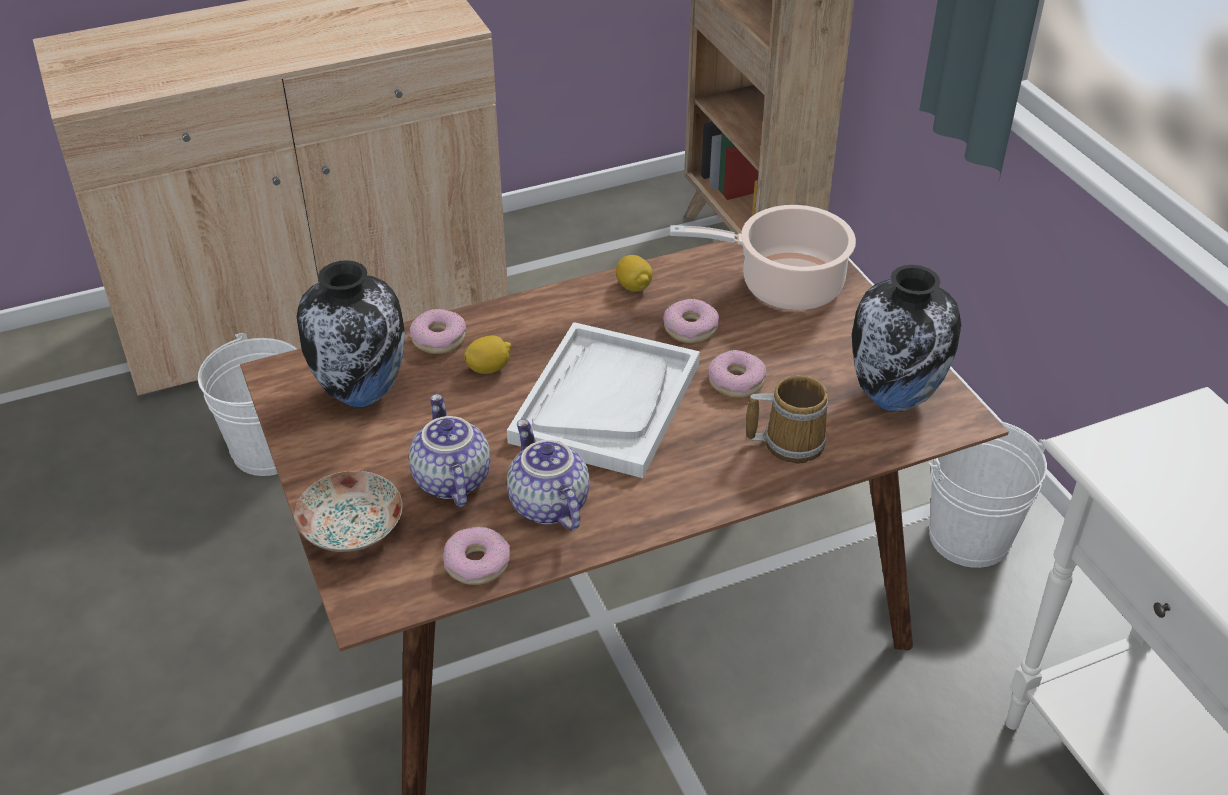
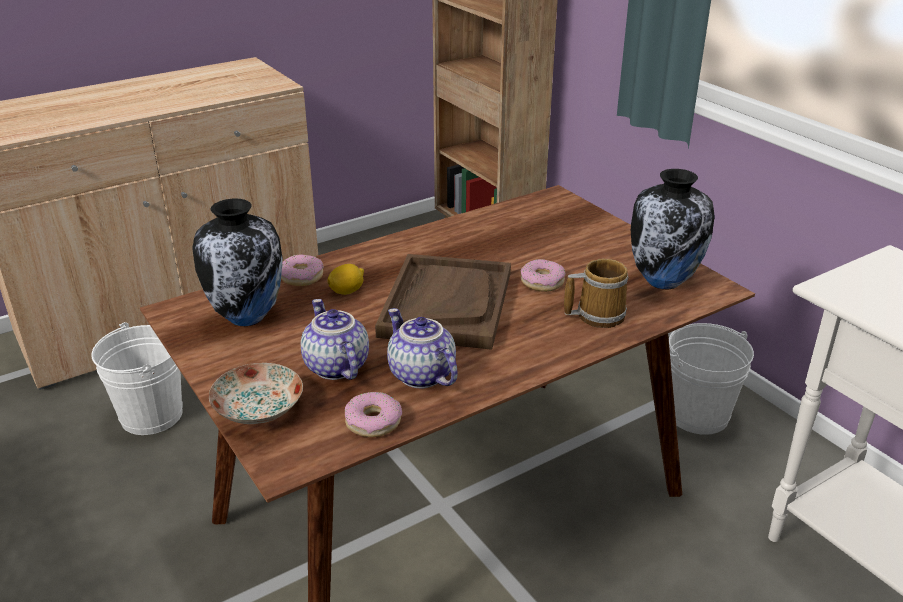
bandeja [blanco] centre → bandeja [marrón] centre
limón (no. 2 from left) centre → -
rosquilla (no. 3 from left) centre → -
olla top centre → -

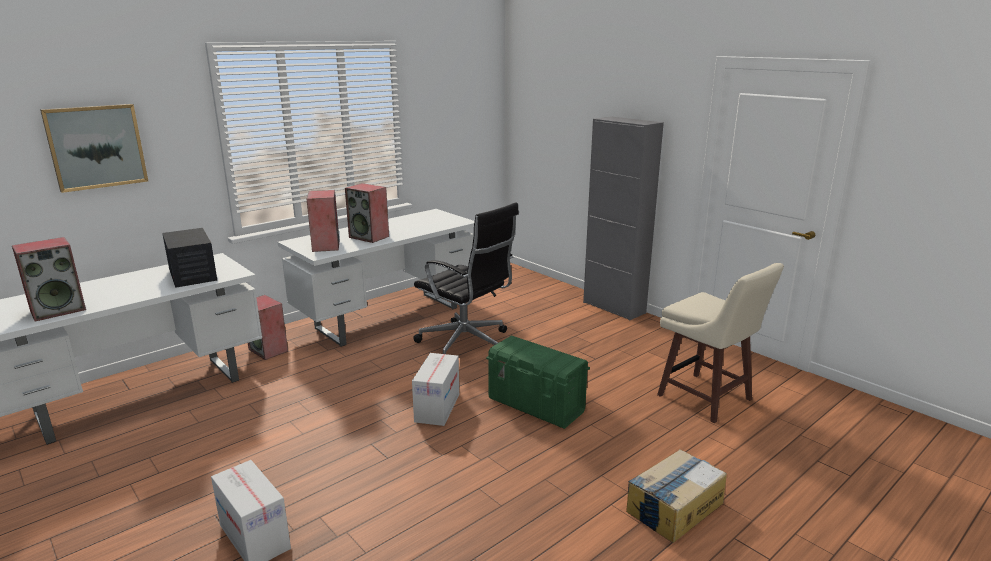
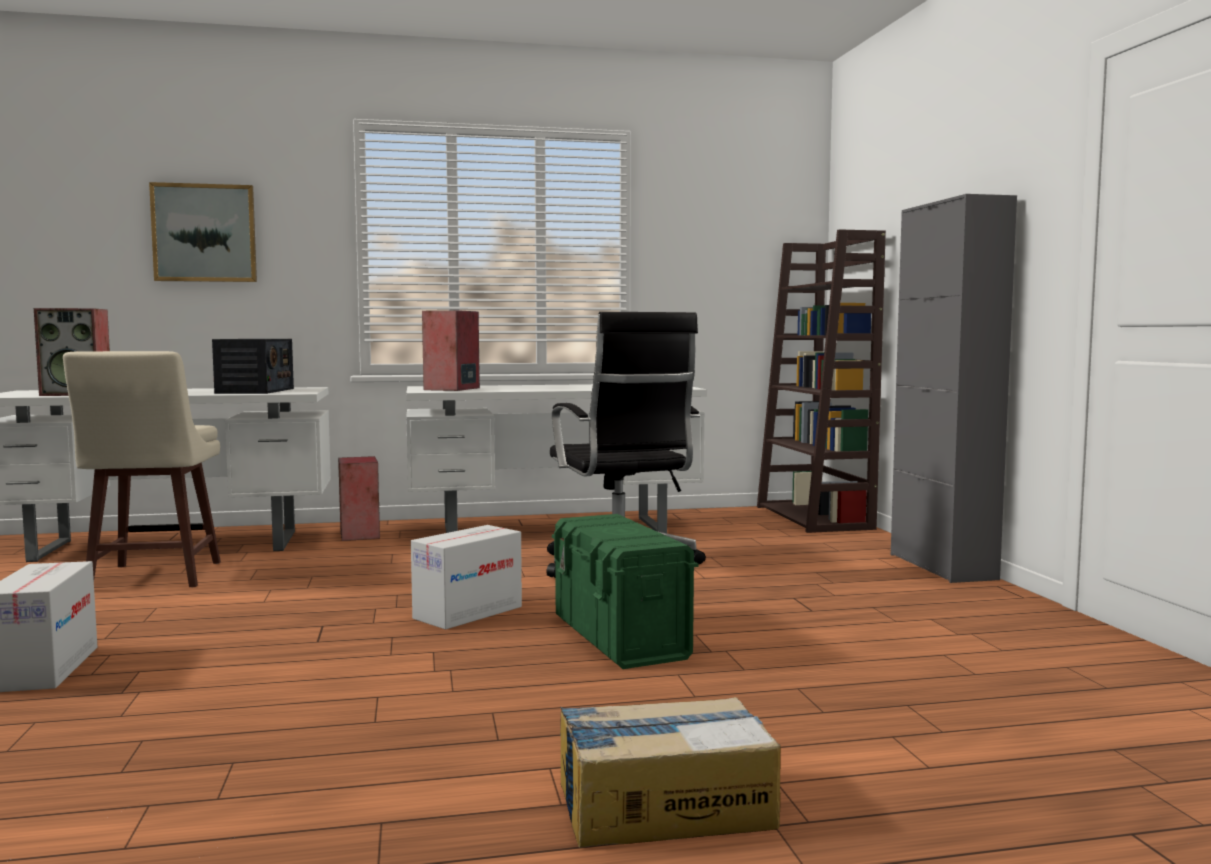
altavoz (no. 4 from left) centre → -
taburete [beis] middle right → taburete [beis] middle left, relocated
- → estantería [marrón] middle right

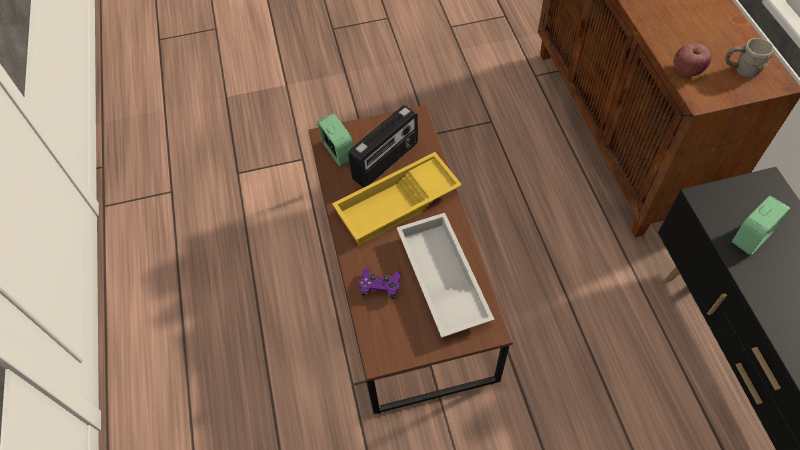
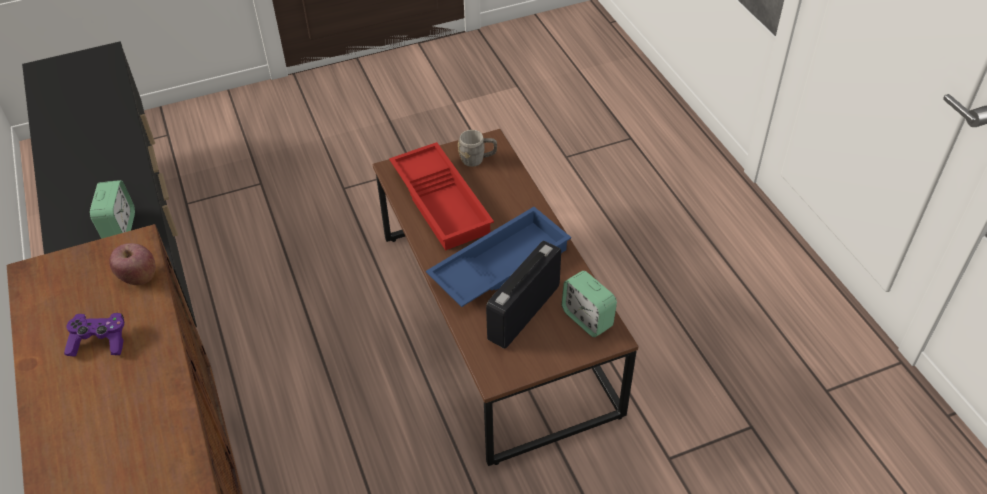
bandeja [amarillo] centre → bandeja [azul] centre
mando de consola [morado] centre → mando de consola [morado] bottom left, relocated
bandeja [blanco] centre → bandeja [rojo] centre
taza grande [gris] top right → taza grande [gris] top centre, relocated
despertador (no. 2 from left in the first image) middle right → despertador (no. 1 from left) middle left, 135 degrees clockwise

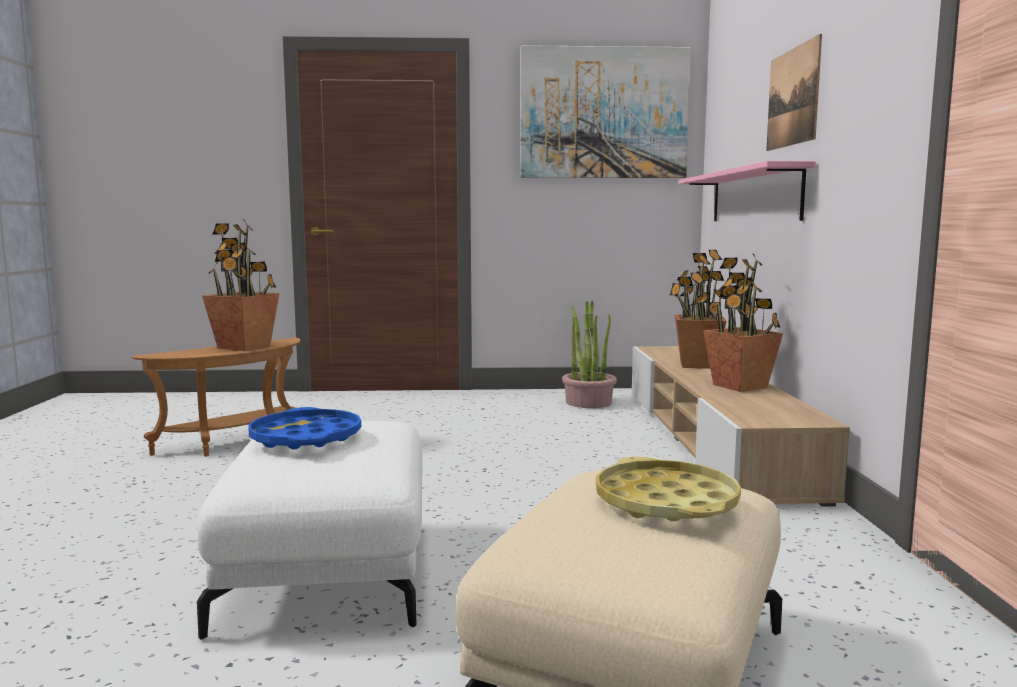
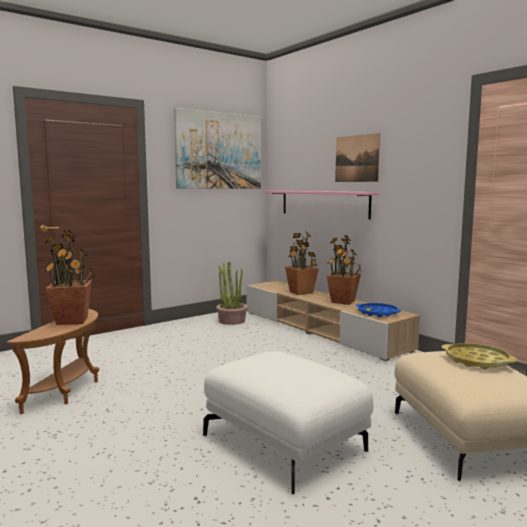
bandeja [azul] middle left → bandeja [azul] middle right, relocated

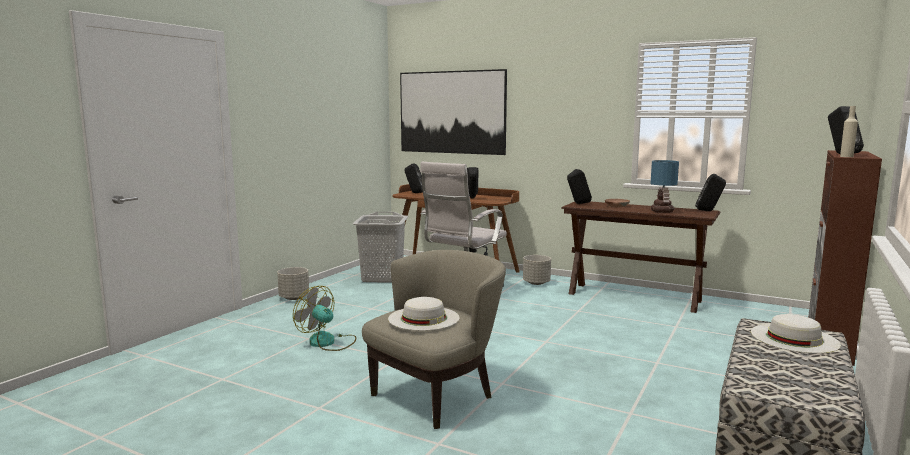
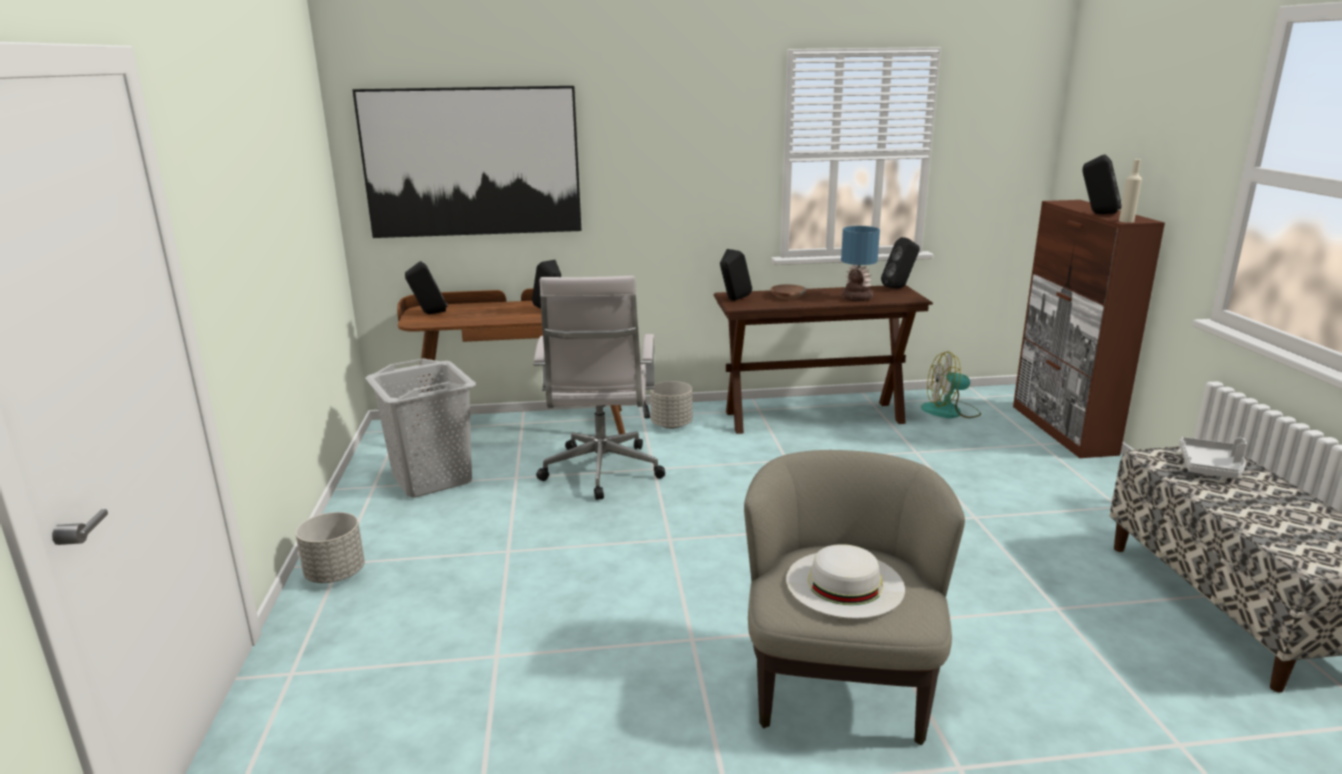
ventilador bottom centre → ventilador middle right, relocated
sombrero [blanco] (no. 2 from left) bottom right → bandeja [gris] middle right

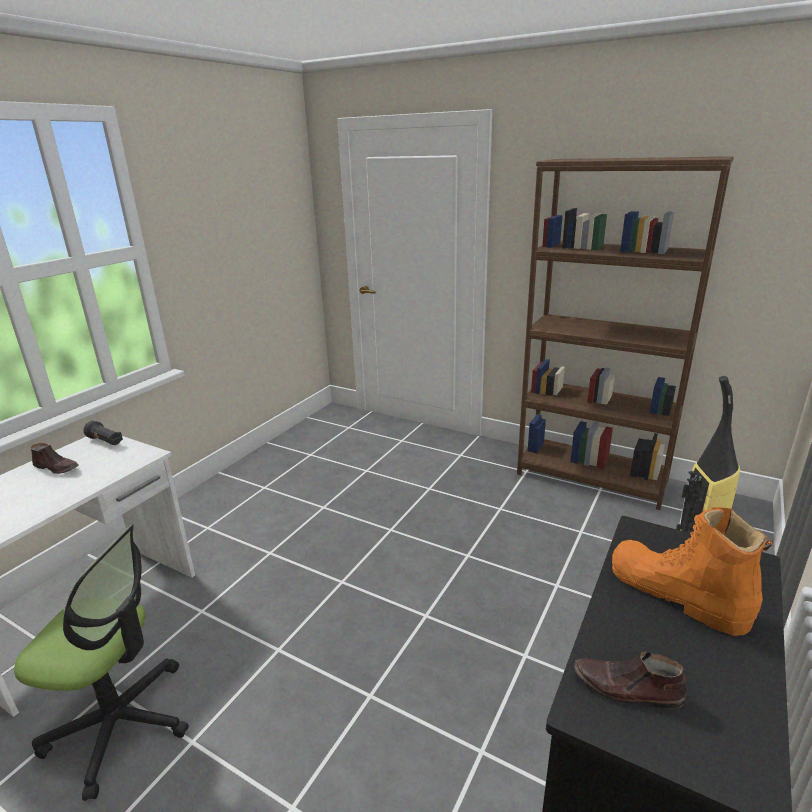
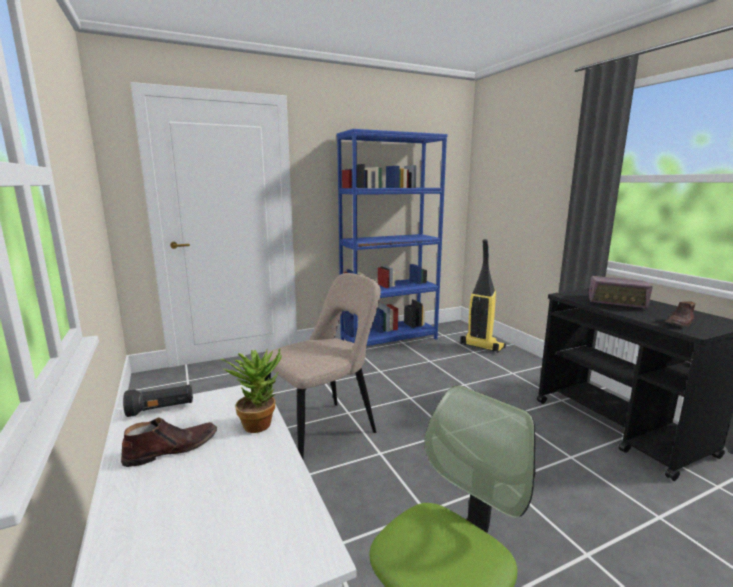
estantería [marrón] middle right → estantería [azul] centre
bota [naranja] bottom right → radio middle right
- → planta en maceta centre
- → silla [beis] centre

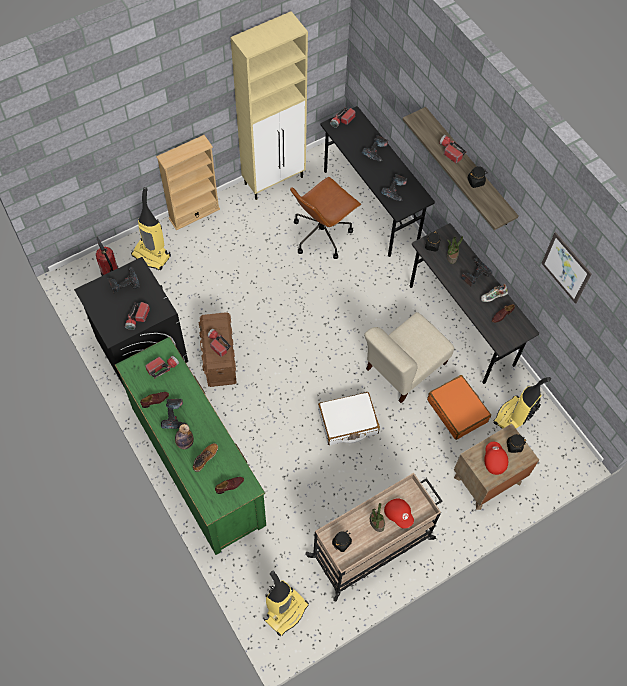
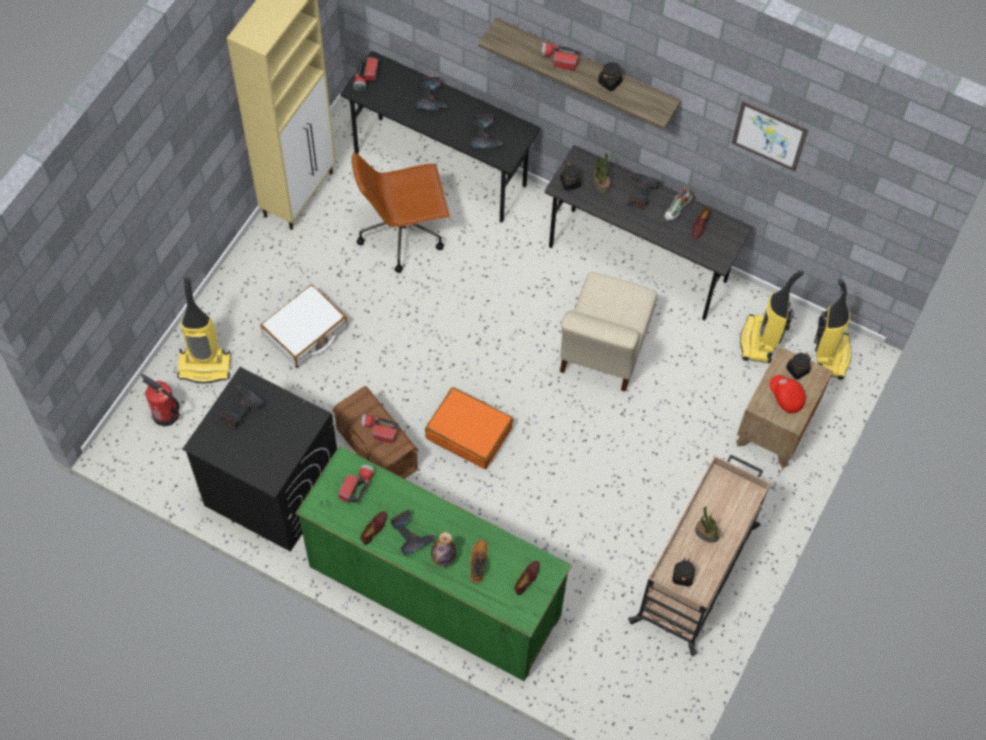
linterna (no. 1 from left) middle left → -
estantería [beis] top left → -
aspiradora (no. 2 from left in the first image) bottom centre → aspiradora (no. 3 from left) middle right, relocated
silla de oficina [marrón] top centre, 60 degrees clockwise
maleta [blanco] centre → maleta [blanco] middle left, relocated
gorra [rojo] (no. 1 from left) bottom centre → -
maleta [naranja] middle right → maleta [naranja] centre, relocated

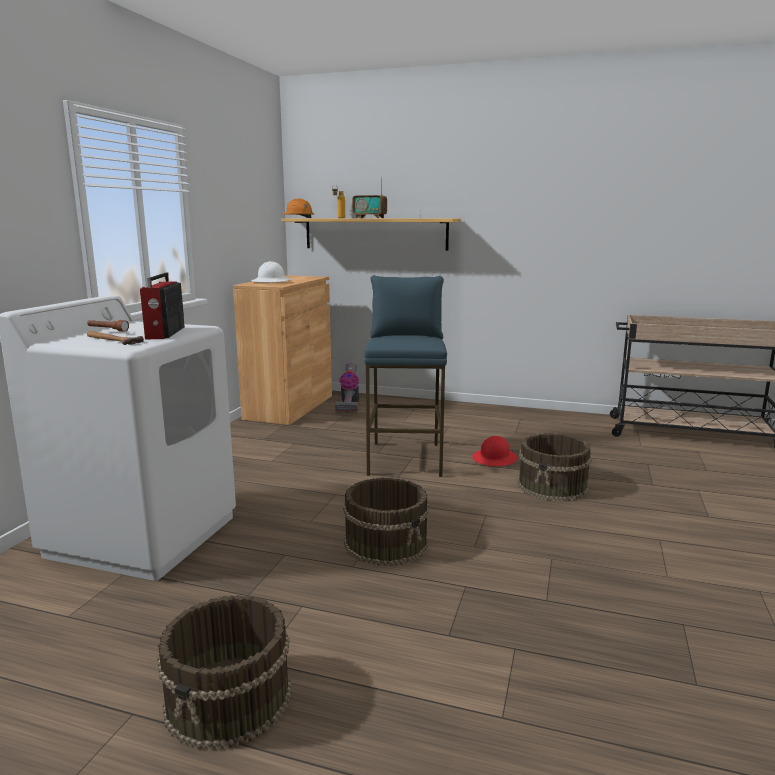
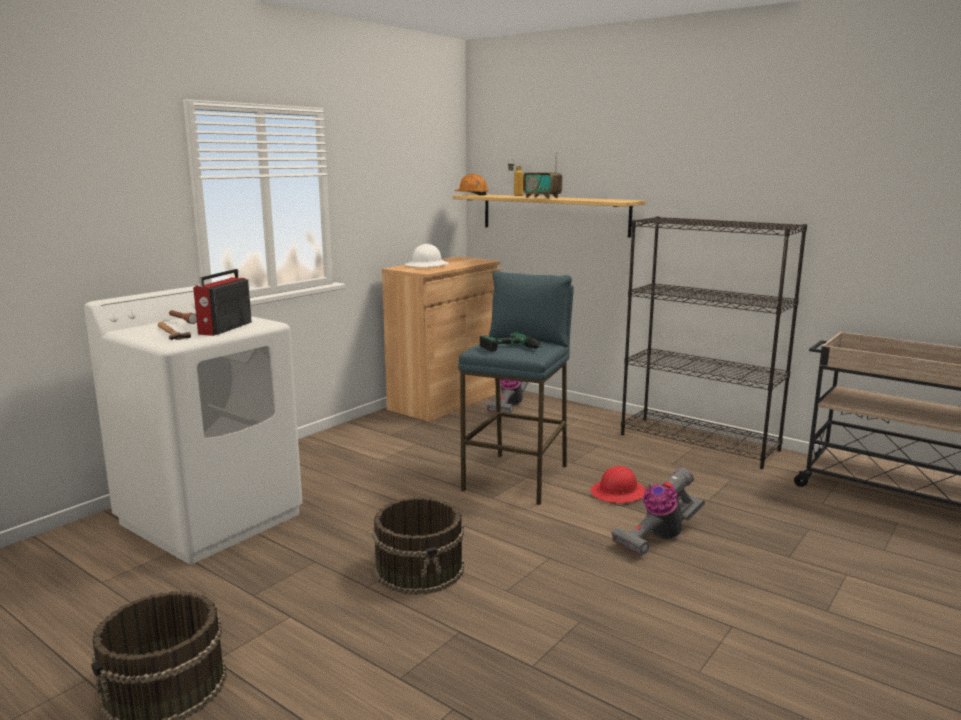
cubo [marrón] (no. 3 from left) middle right → aspiradora (no. 2 from left) bottom right
- → taladro centre
- → estantería [negro] middle right

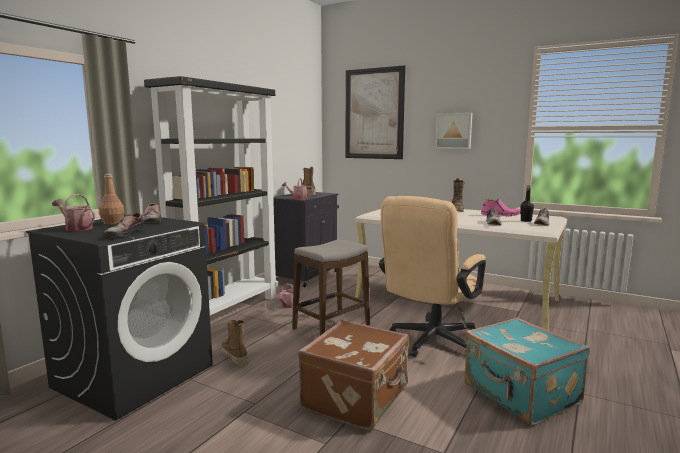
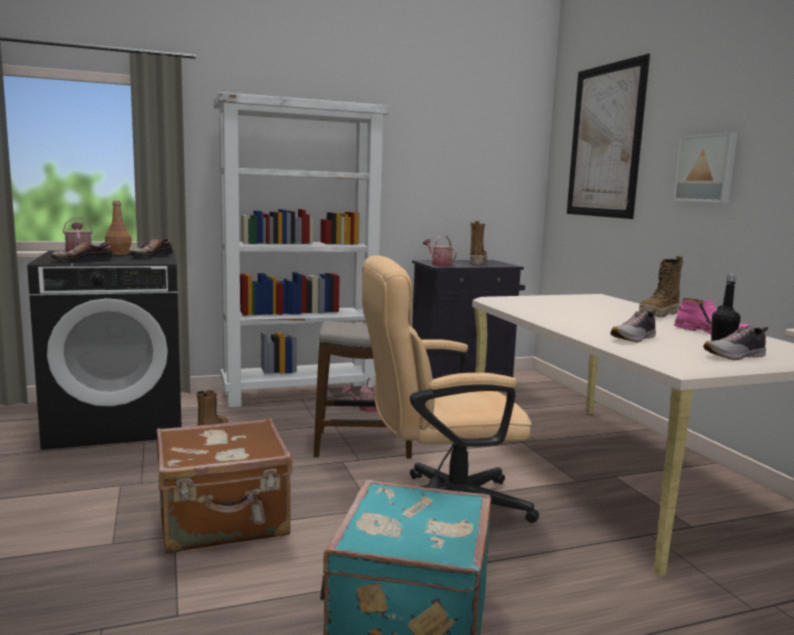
estantería [negro] middle left → estantería [blanco] centre

